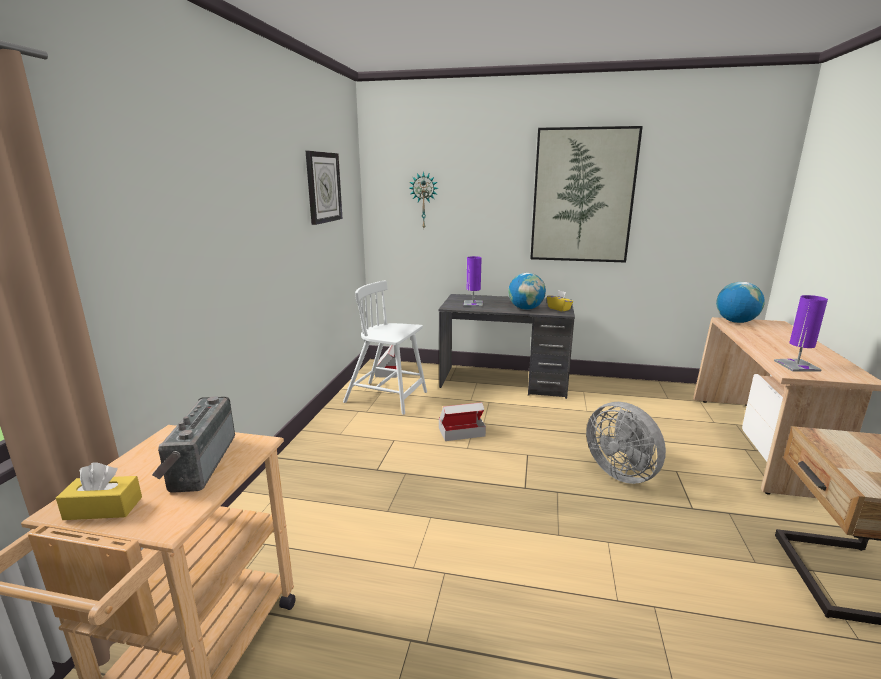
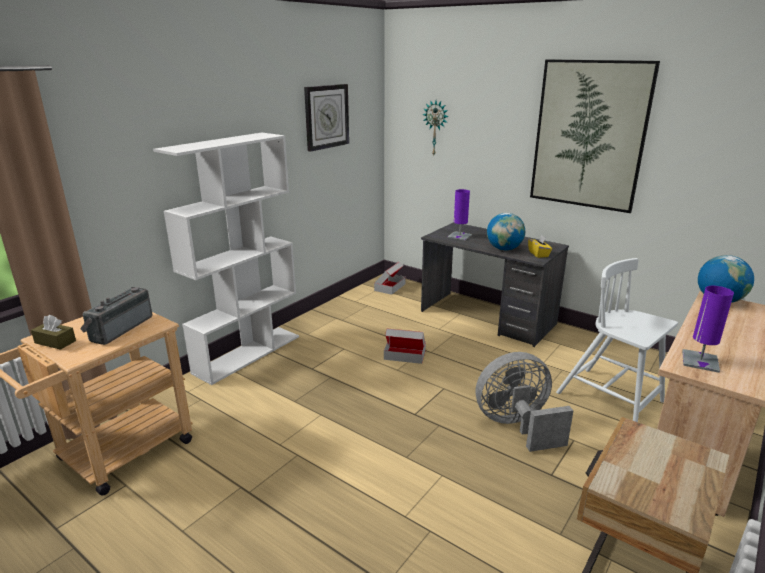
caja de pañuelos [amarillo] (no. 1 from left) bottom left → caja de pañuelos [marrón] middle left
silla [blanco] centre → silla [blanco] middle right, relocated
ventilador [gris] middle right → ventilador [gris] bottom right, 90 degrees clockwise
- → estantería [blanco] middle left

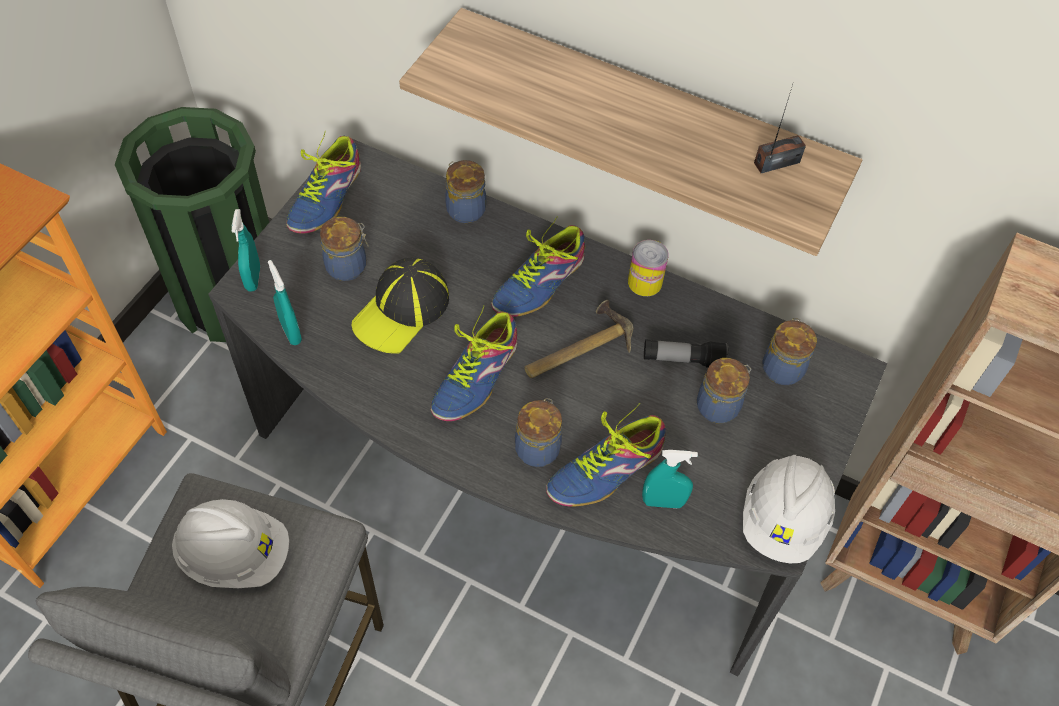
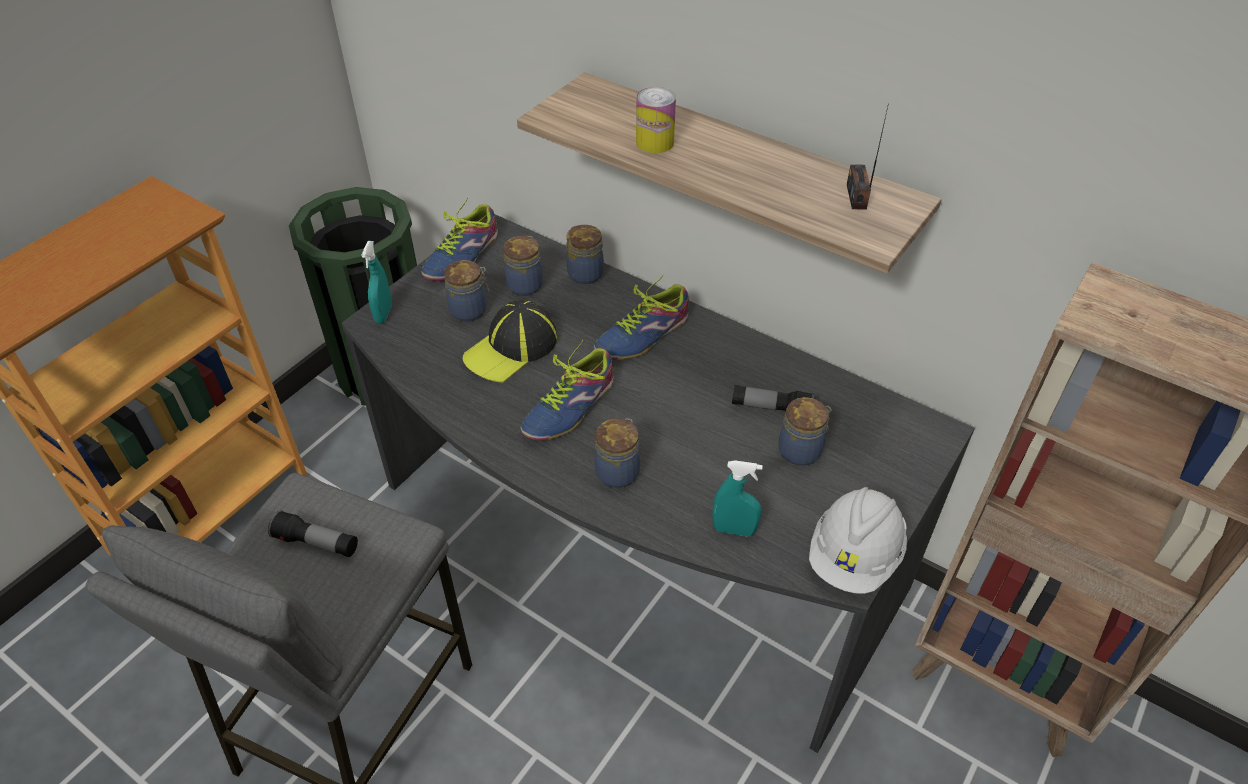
casco [blanco] (no. 1 from left) bottom left → linterna (no. 1 from left) bottom left
pulverizador [turquesa] (no. 2 from left) middle left → -
martillo centre → -
zapato (no. 4 from left) centre → -
lata centre → lata top centre, relocated
radio top right, 75 degrees counterclockwise
tarro (no. 5 from left in the first image) middle right → tarro (no. 2 from left) centre, relocated

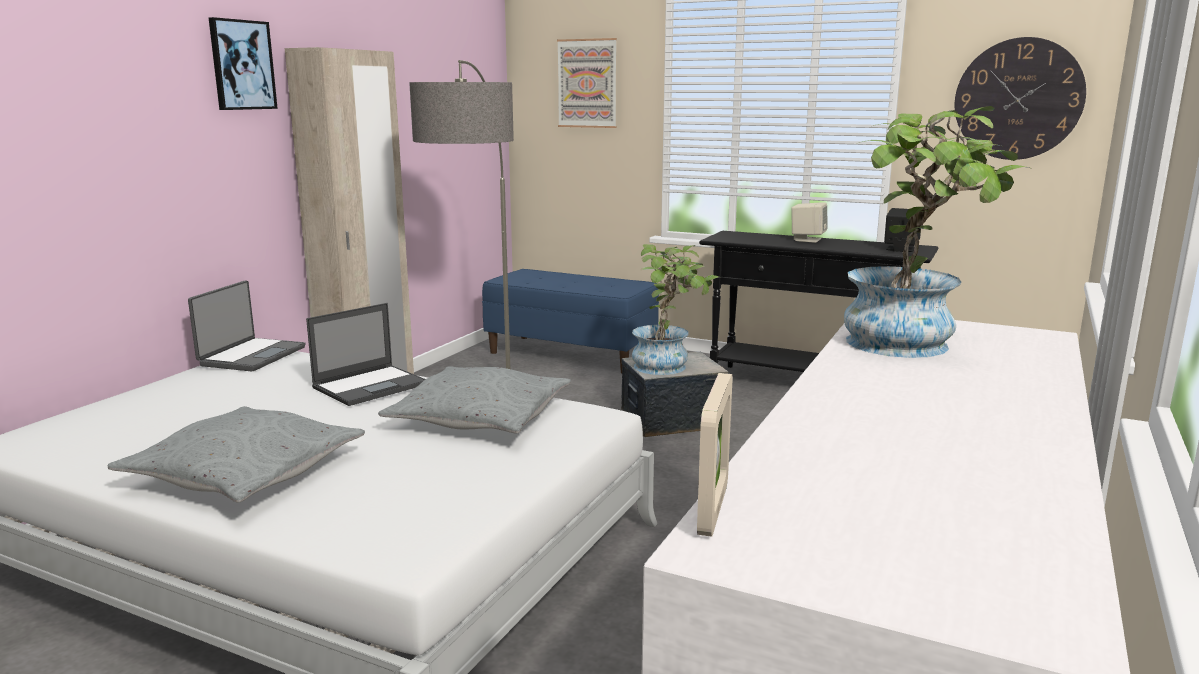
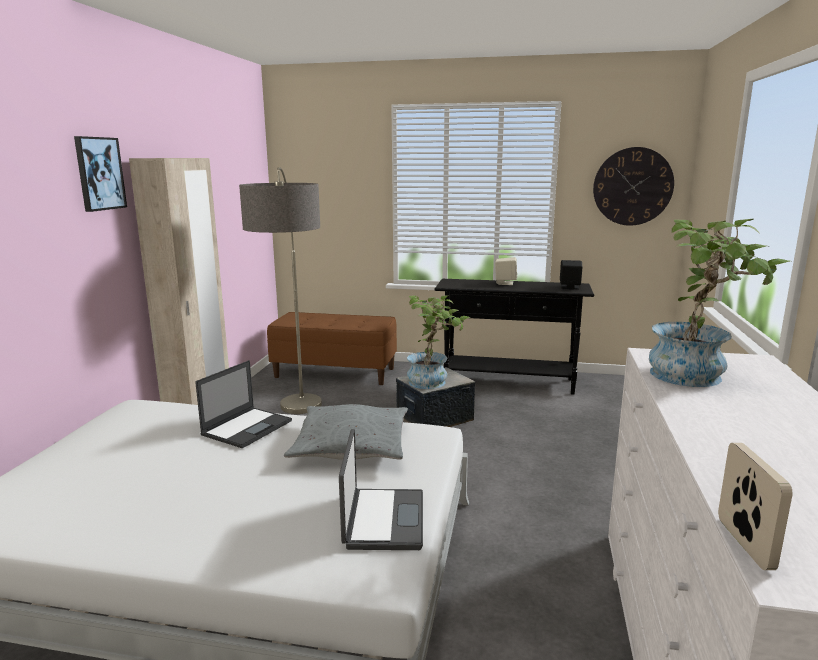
cojín [gris] (no. 1 from left) bottom left → -
portátil (no. 1 from left in the first image) middle left → portátil (no. 2 from left) bottom centre, relocated
banco [azul] centre → banco [marrón] centre
cuadro (no. 2 from left) top centre → -

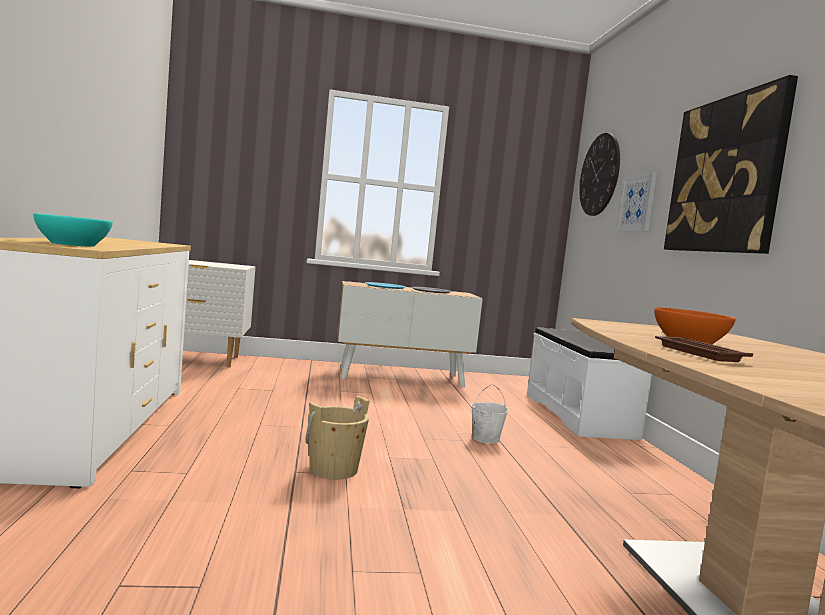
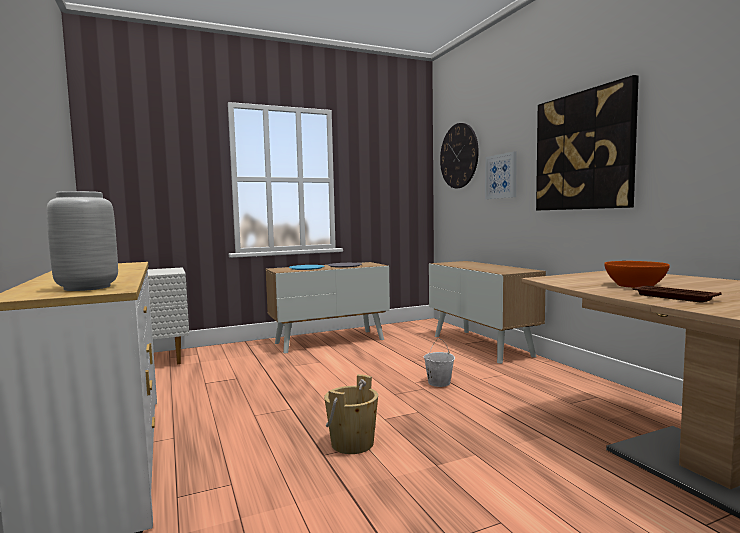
cuenco [turquesa] middle left → florero [gris] middle left
banco [blanco] middle right → armario (no. 2 from left) centre

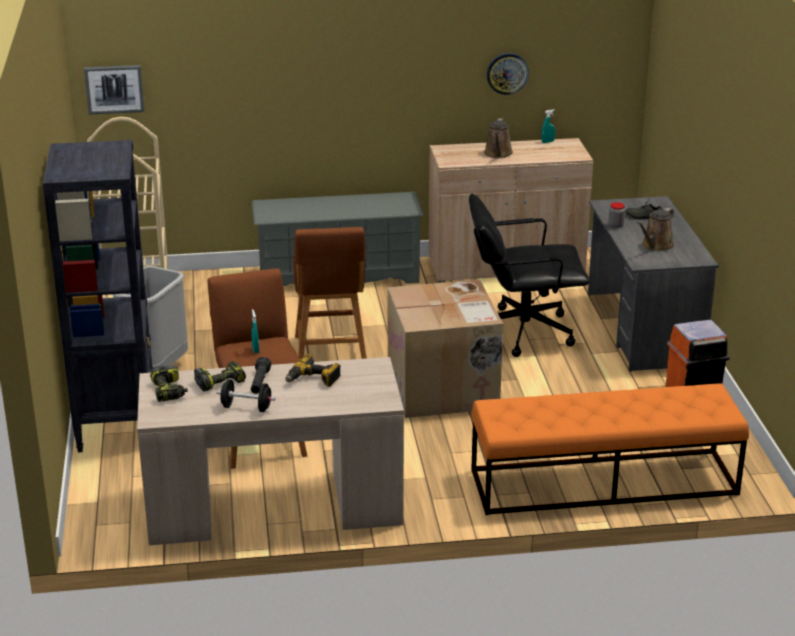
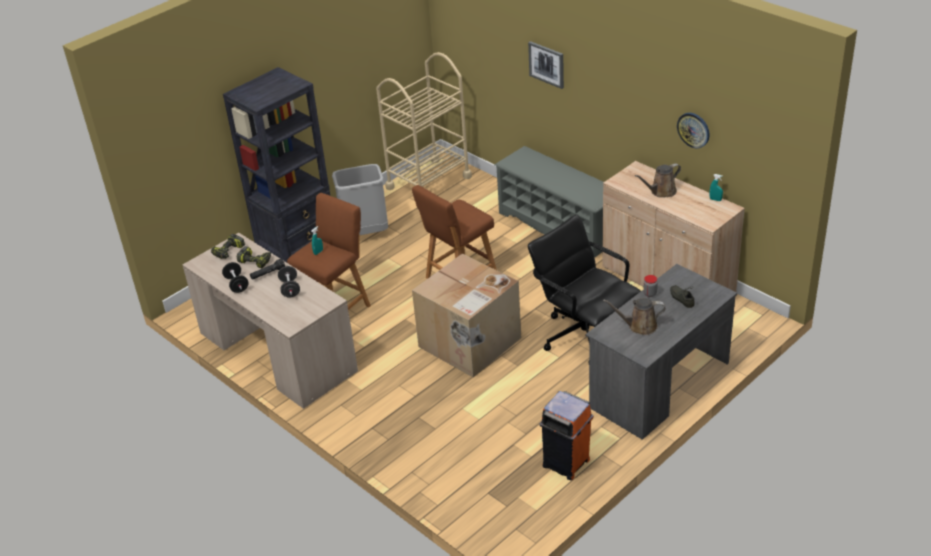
cuadro top left → cuadro top centre, relocated
taladro (no. 3 from left) centre → mancuerna [negro] (no. 2 from left) middle left
banco [naranja] bottom right → -

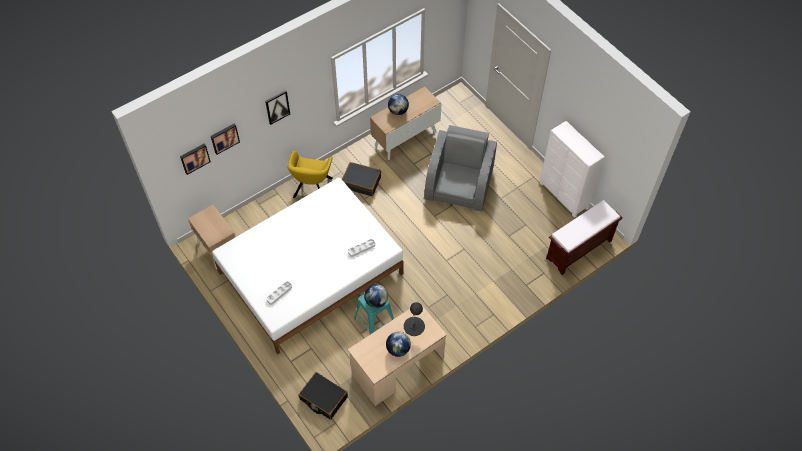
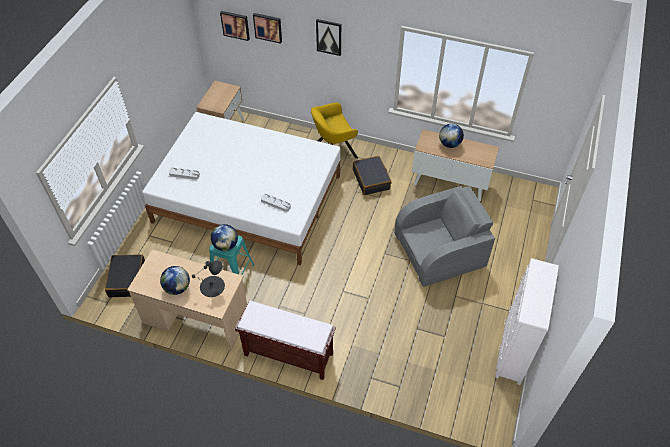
banco [marrón] middle right → banco [marrón] bottom centre, relocated

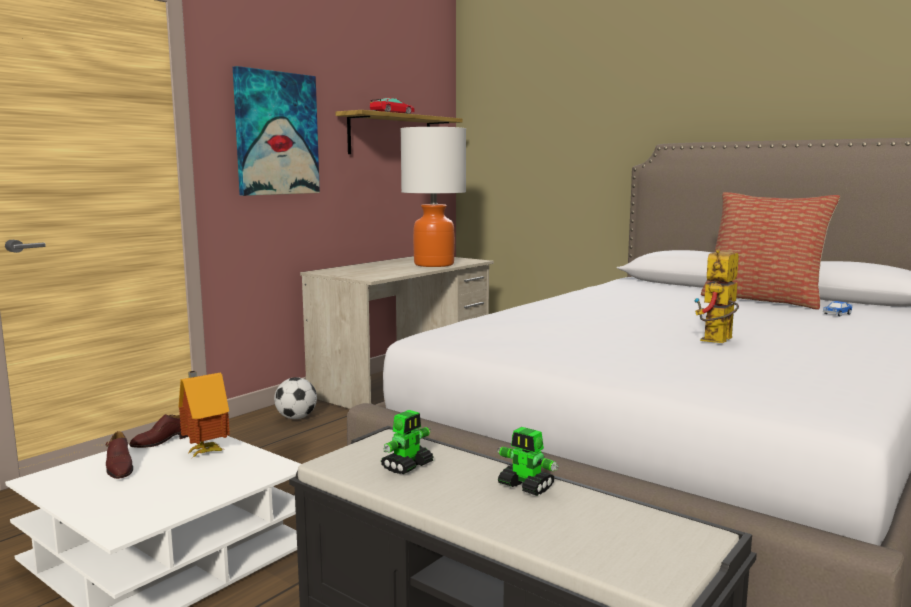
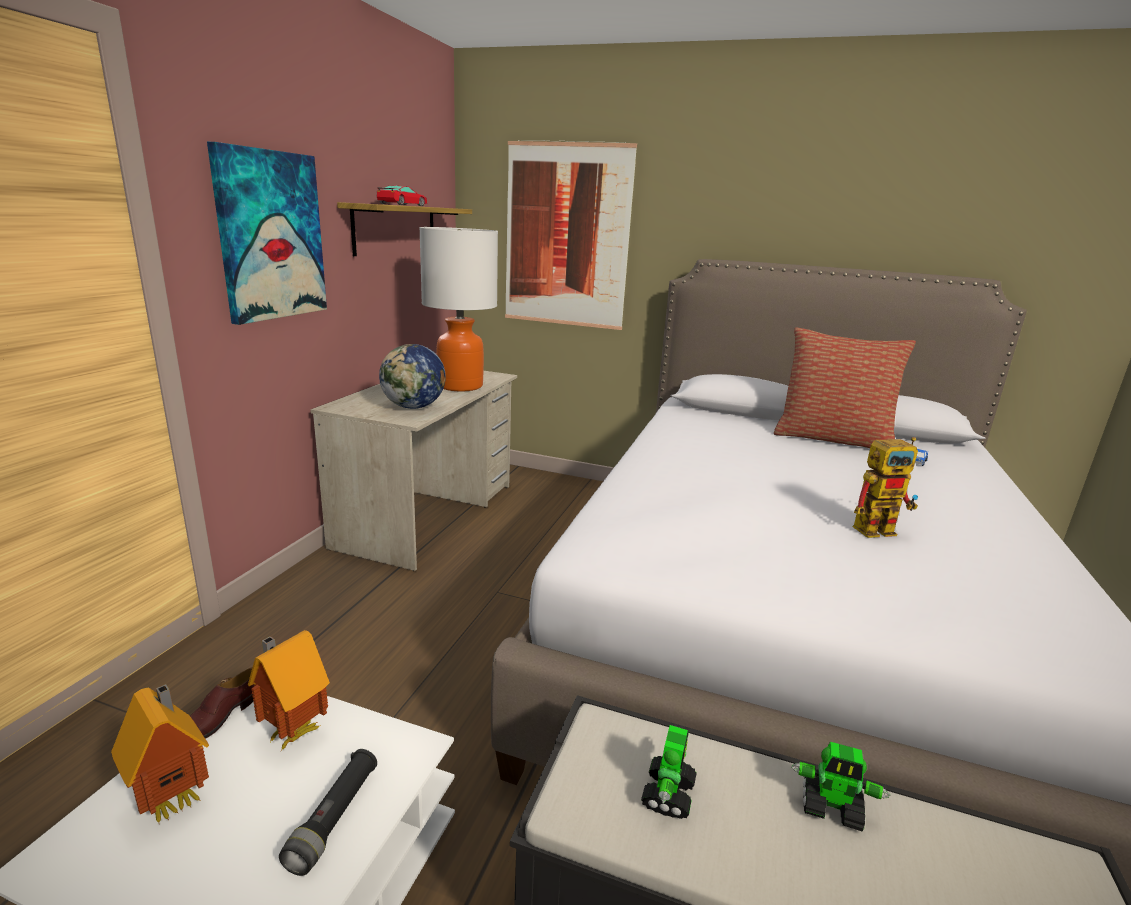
zapato [marrón] (no. 1 from left) bottom left → casita (no. 1 from left) bottom left
balón de fútbol middle left → -
robot de juguete (no. 3 from left) middle right, 120 degrees counterclockwise
- → linterna [negro] bottom left
- → globo terráqueo centre
- → cuadro (no. 2 from left) top centre

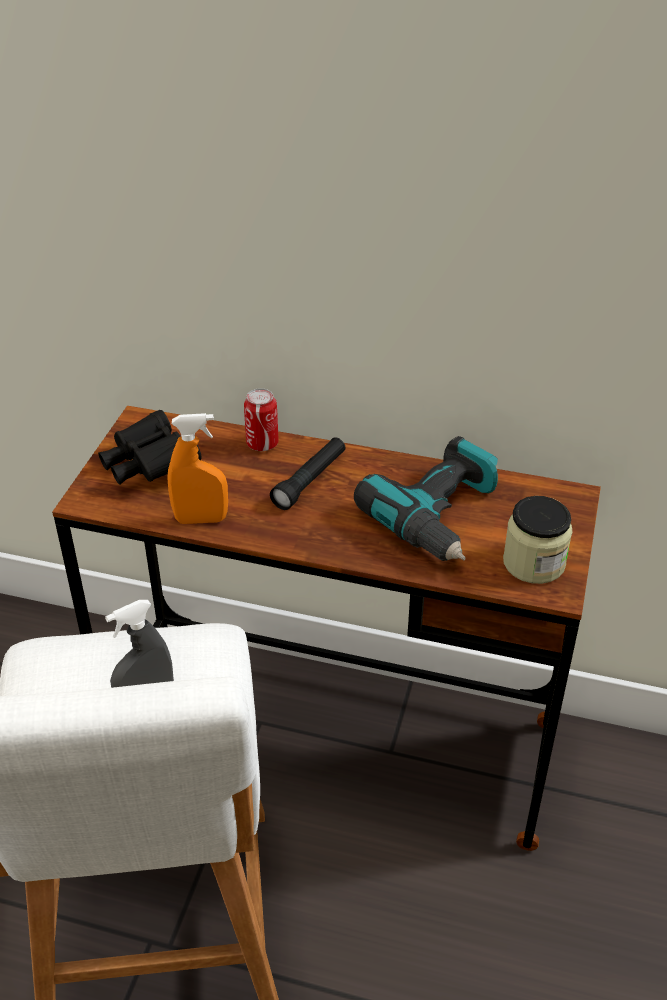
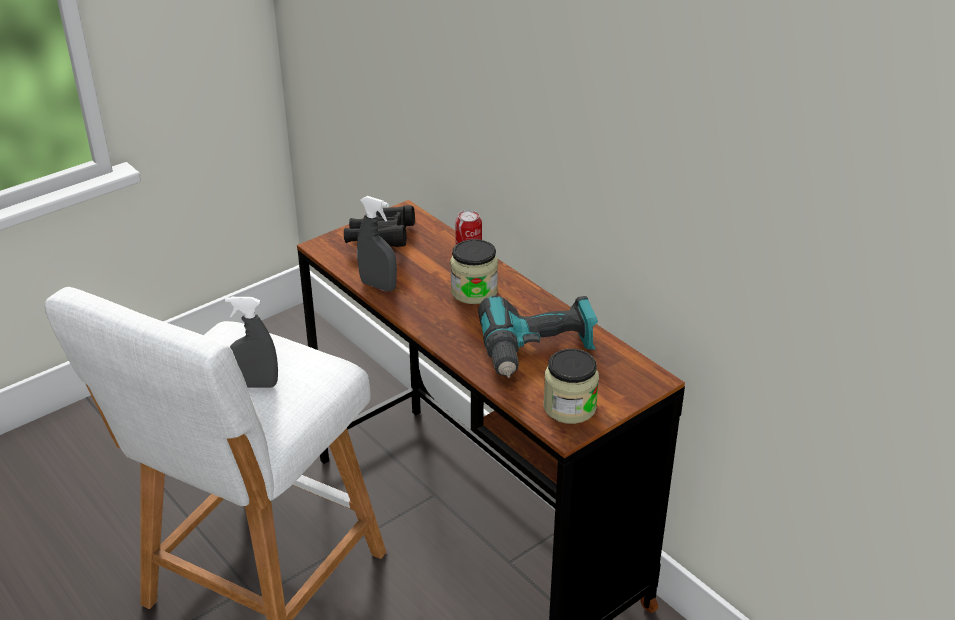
pulverizador [naranja] middle left → pulverizador [gris] (no. 2 from left) centre
linterna [negro] centre → tarro (no. 1 from left) centre

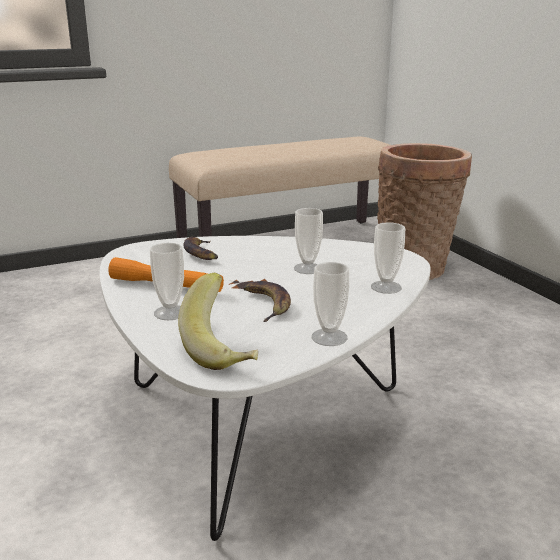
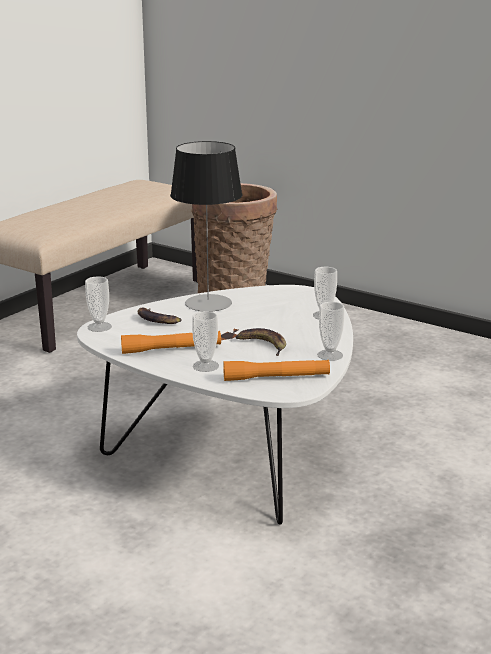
plátano (no. 2 from left) centre → linterna [naranja] (no. 2 from left) centre
taza (no. 2 from left in the first image) centre → taza (no. 1 from left) middle left, relocated
- → lámpara de mesa centre

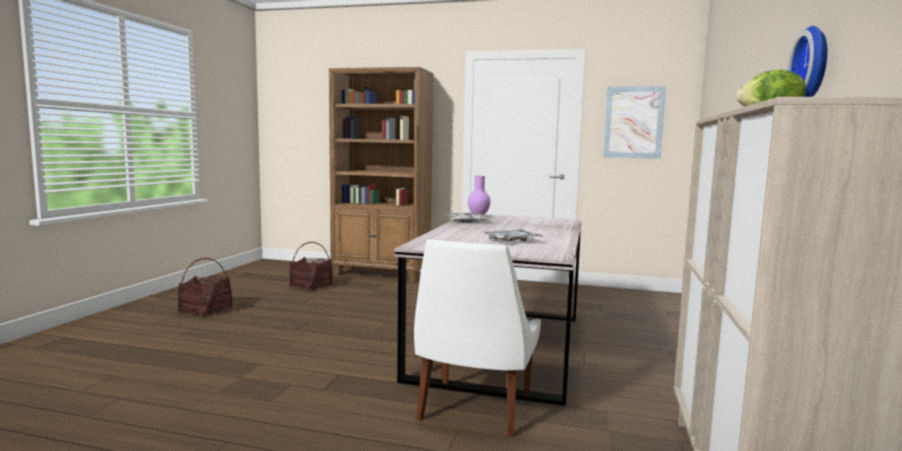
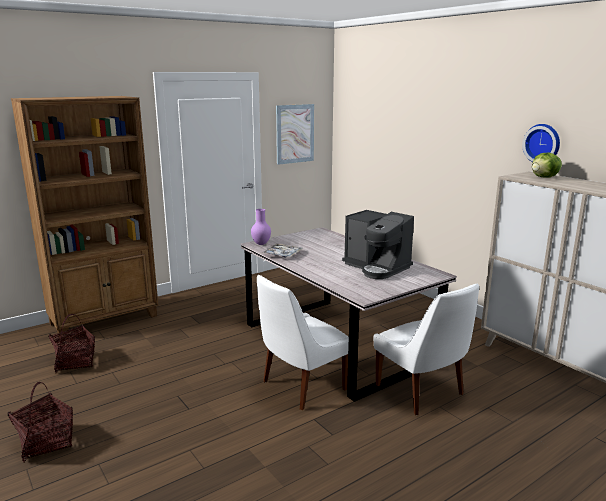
bandeja (no. 2 from left) centre → cafetera centre
- → silla [blanco] (no. 1 from left) bottom centre

